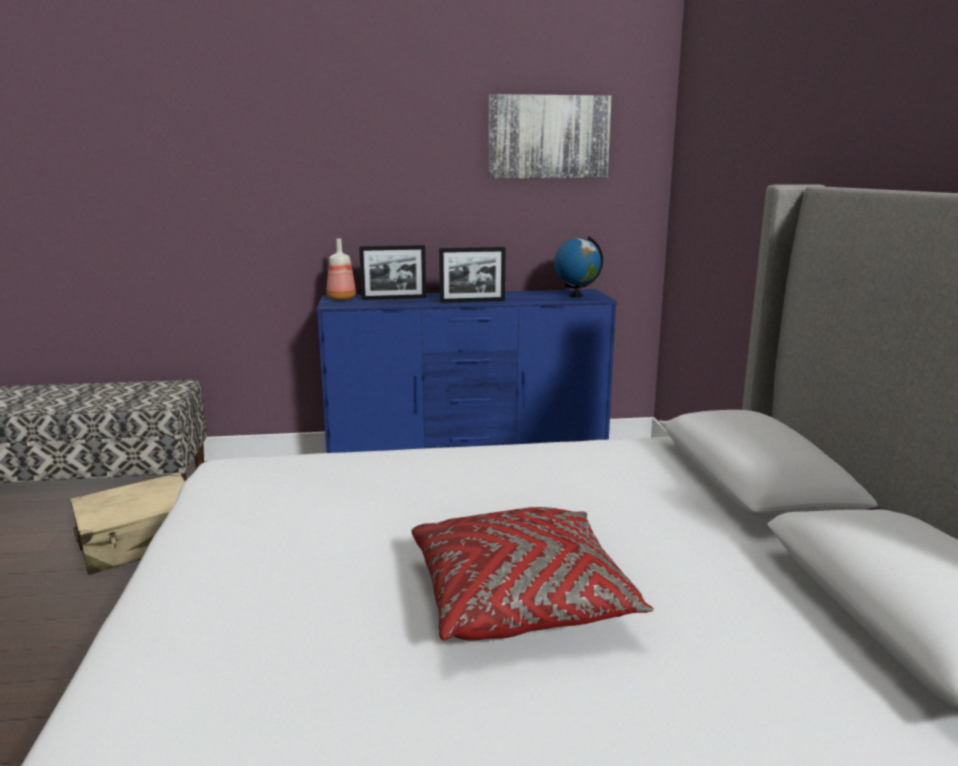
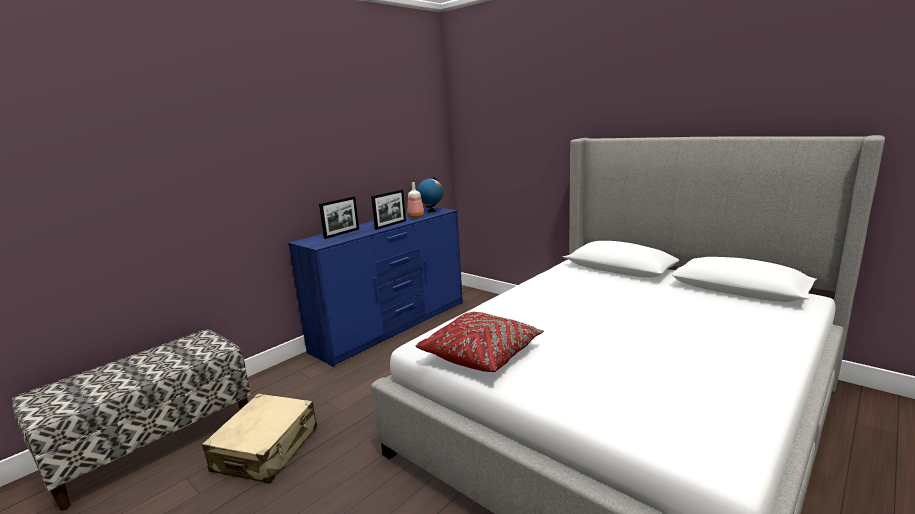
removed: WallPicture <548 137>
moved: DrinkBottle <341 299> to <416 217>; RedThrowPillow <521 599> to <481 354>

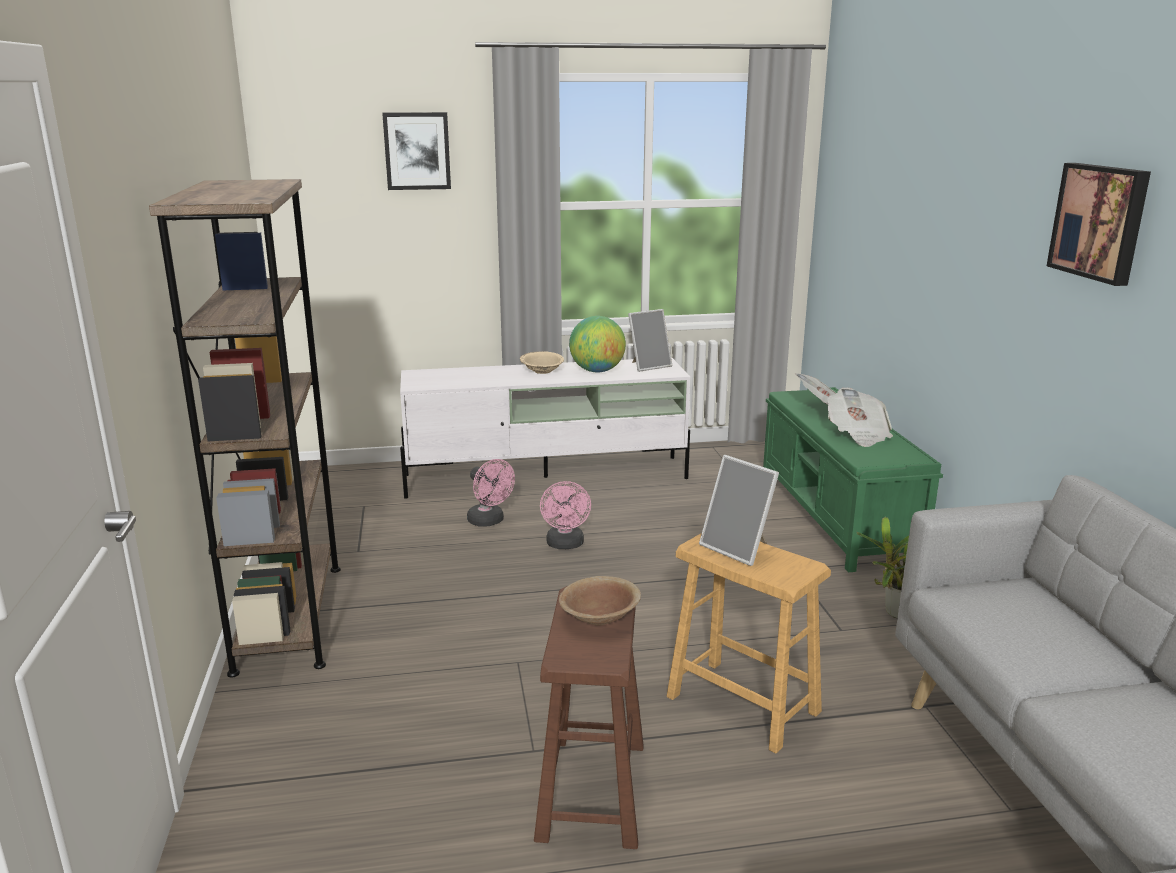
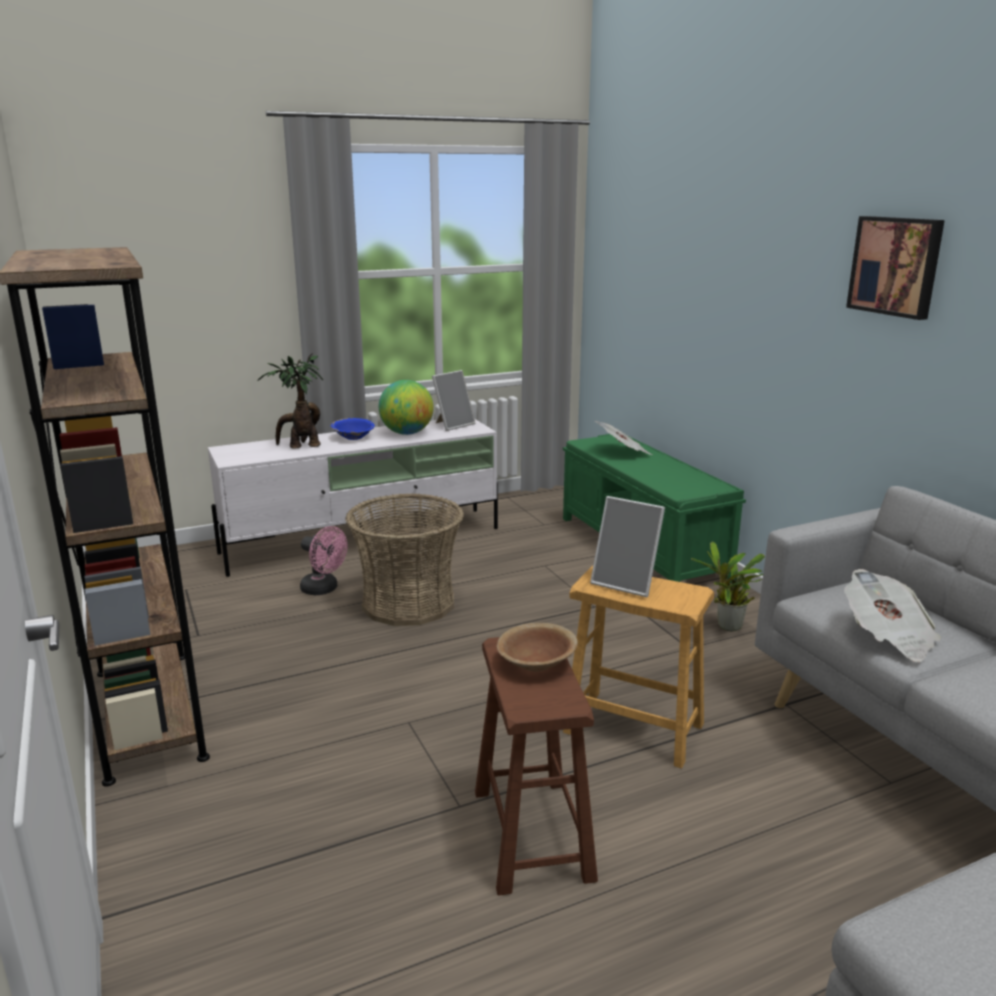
removed: WallPicture <417 151>
added: PottedPlant <300 446>
moved: Newspaper <857 434> to <888 637>
replaced: PinkFan <565 545> to HouseholdBasket <408 603>
recoloured: BeigeColouredDeepDish <542 371> to BluishDeepDish <353 437>

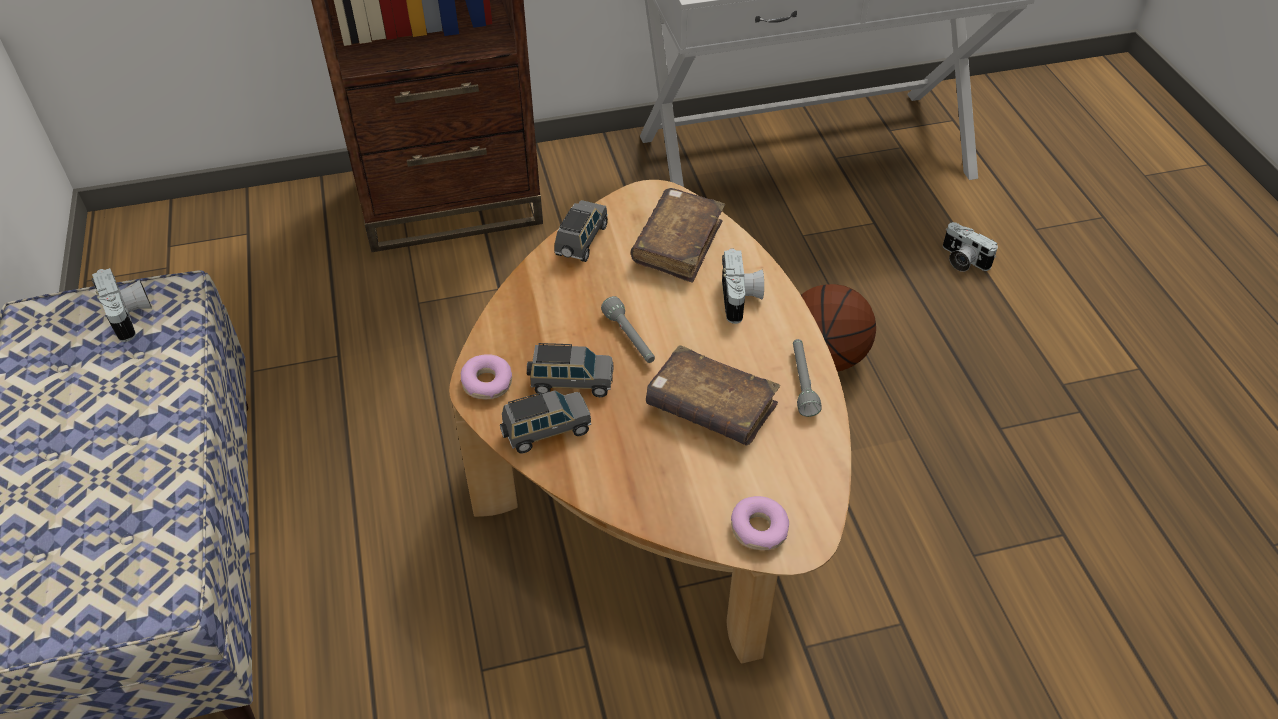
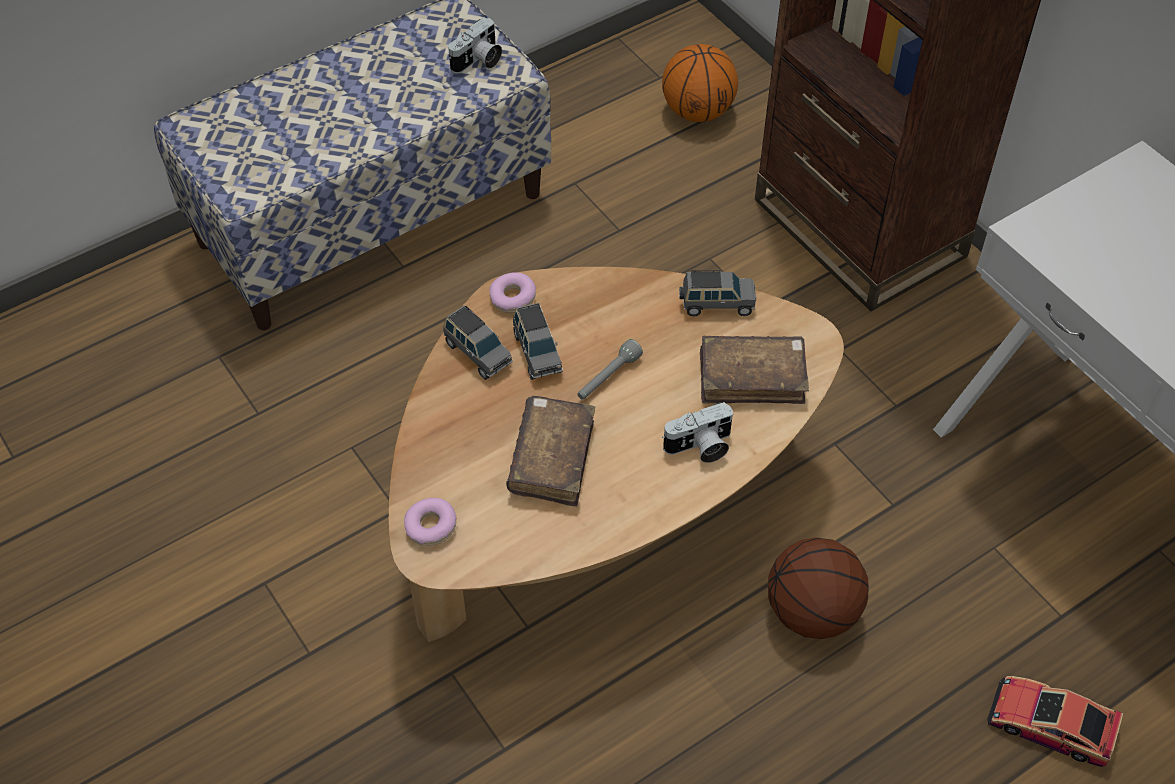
removed: GreyishTorch <802 382>
added: BasketballBall <697 112>
replaced: StillCamera <962 260> to ToyCar <1050 724>

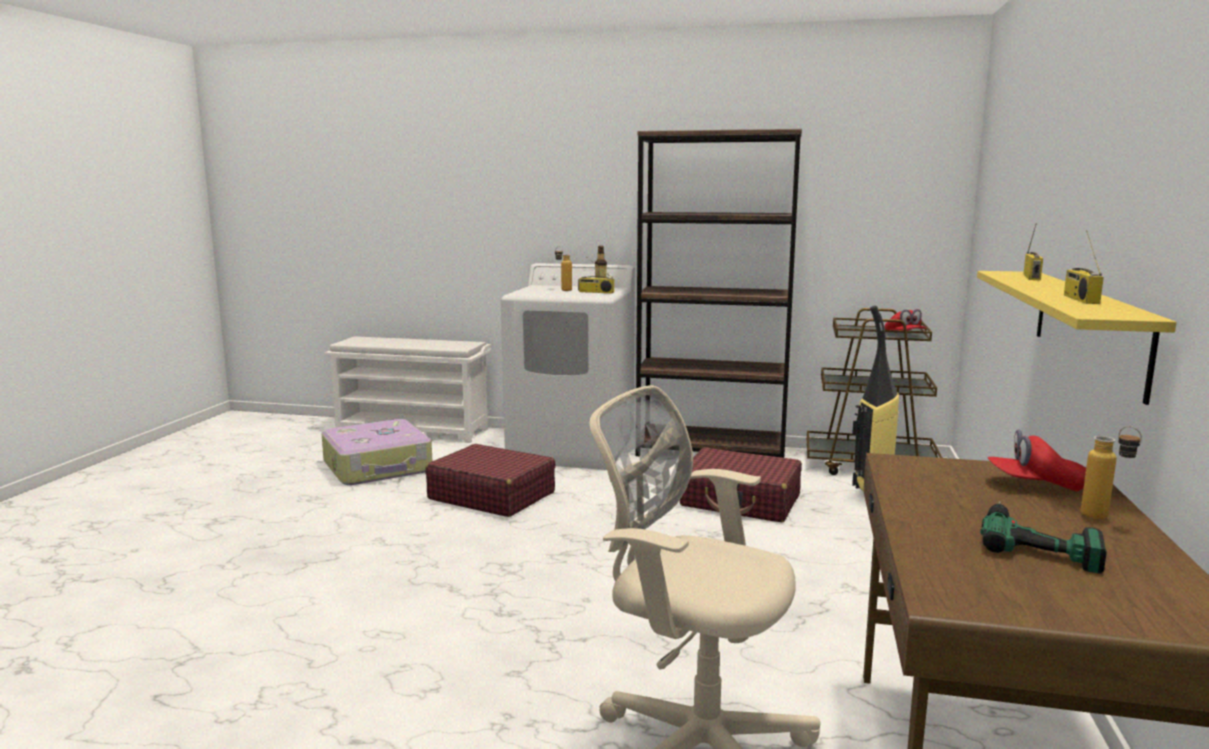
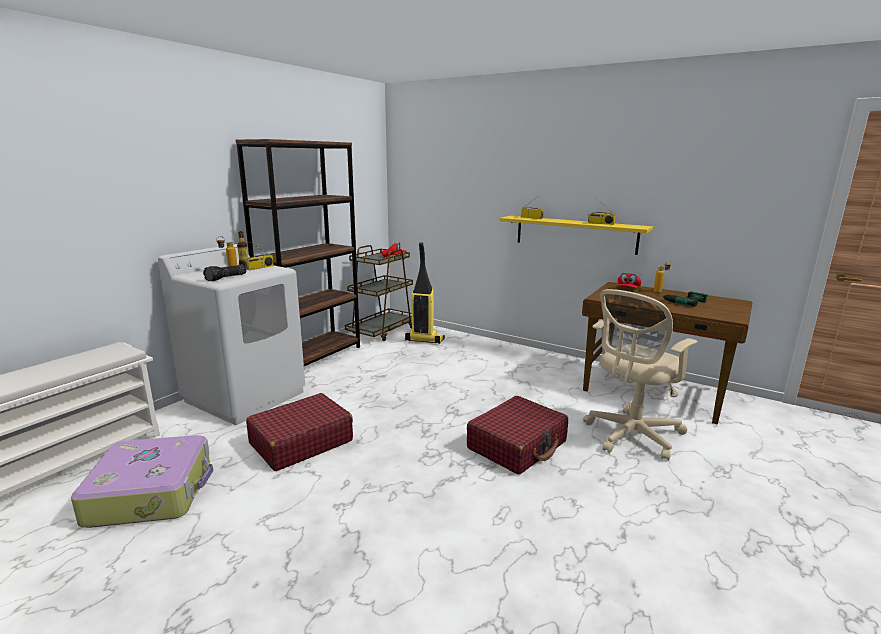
added: Torch <226 278>
moved: RedTravelCase <740 501> to <517 445>

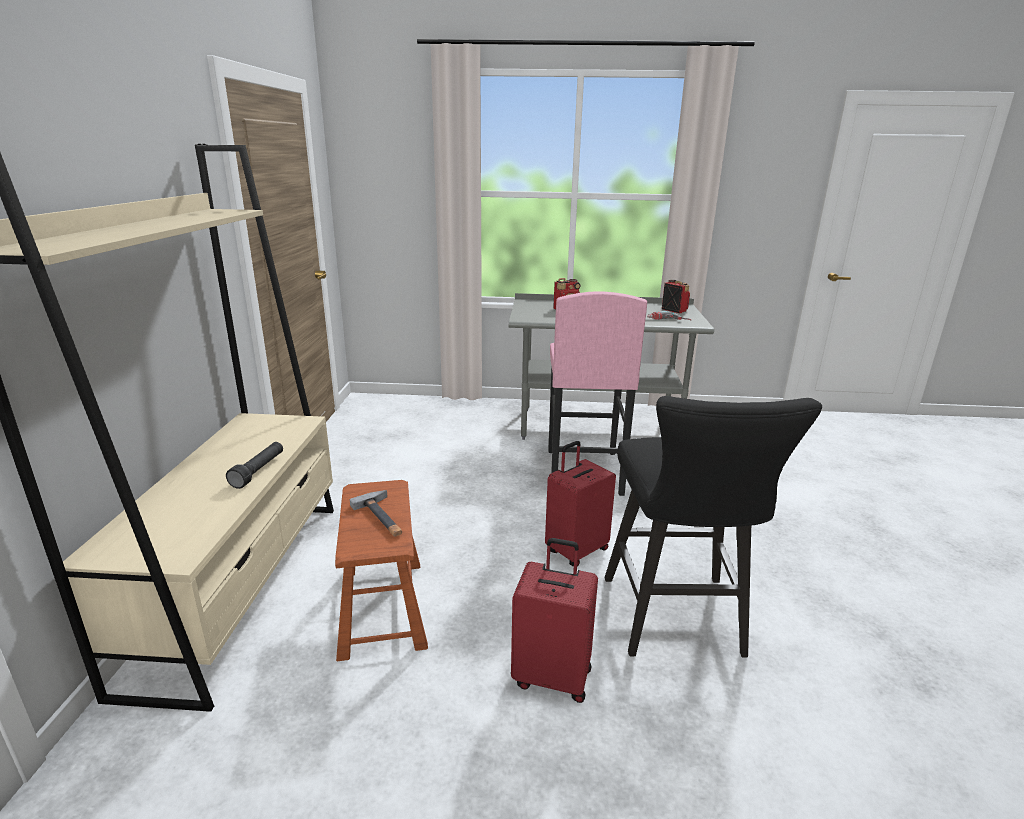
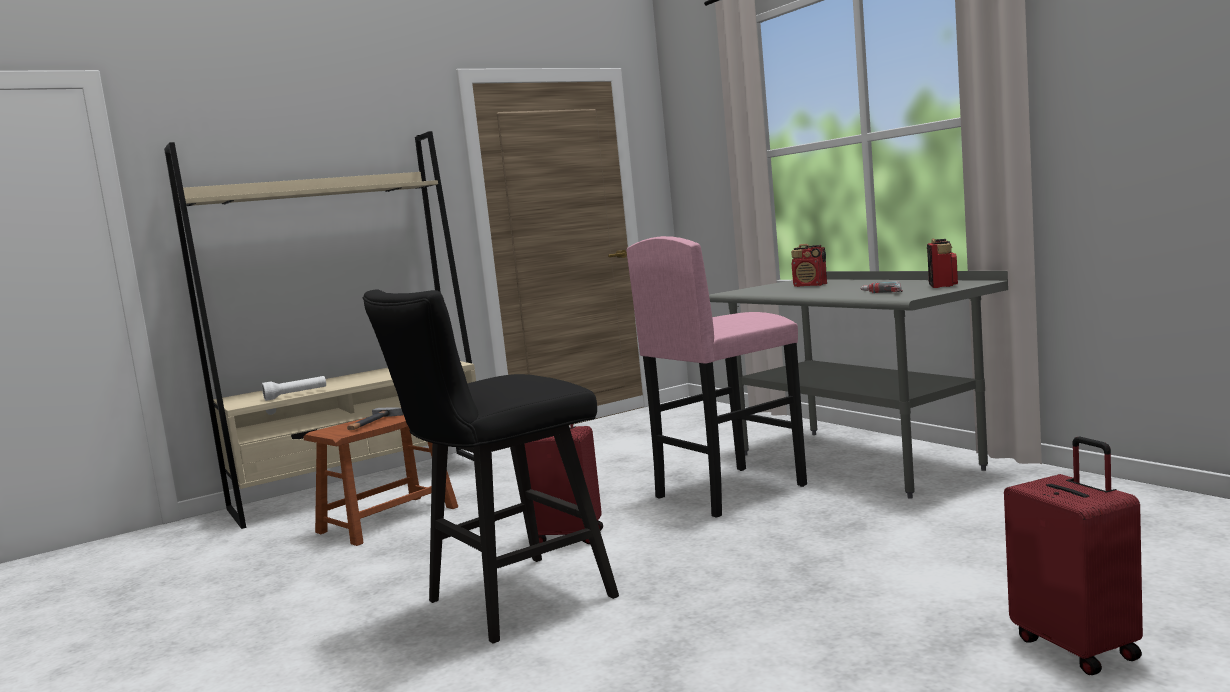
removed: BlackishTorch <259 471>
added: WhiteTorch <296 395>
moved: RedTravelCase <553 676> to <1078 647>

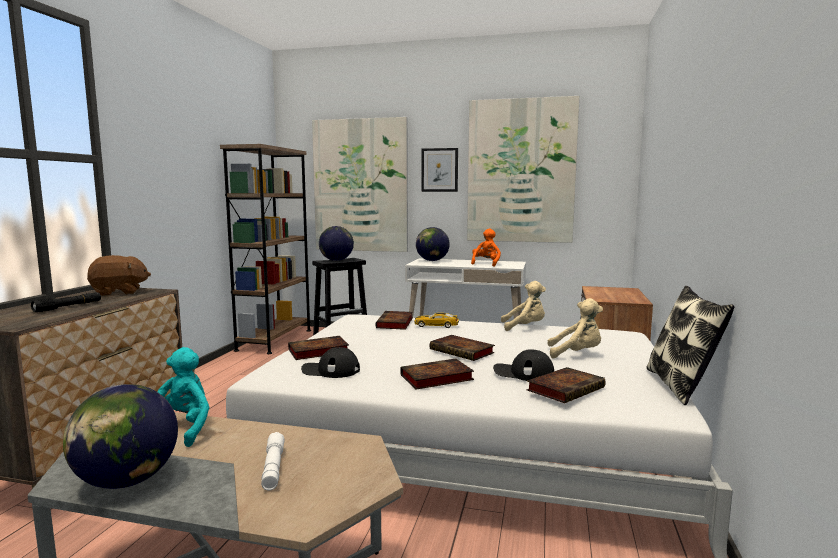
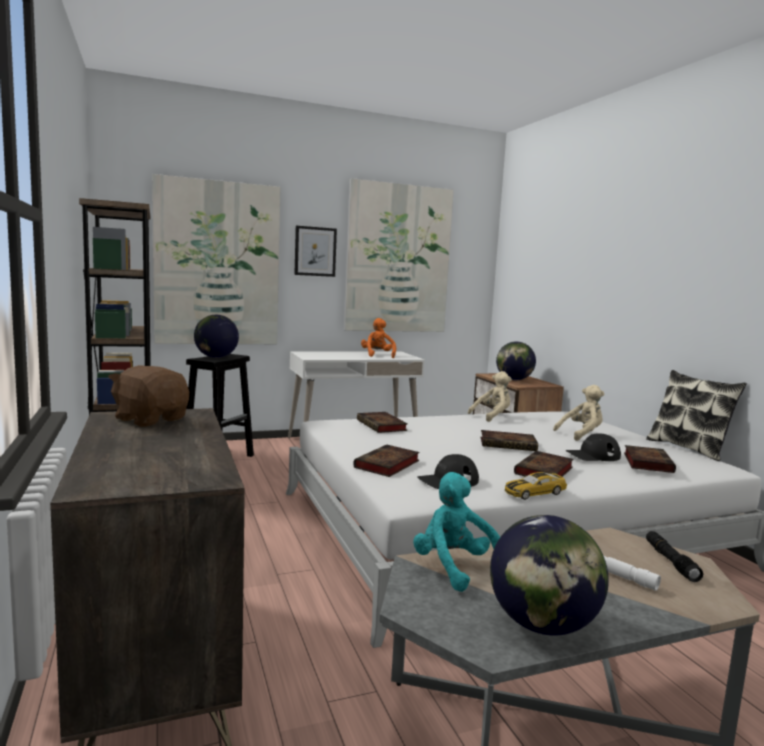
moved: DeskGlobe <432 261> to <514 380>; ToyCar <436 325> to <534 493>; BlackishTorch <68 307> to <670 561>
turned: BrownishCuddlyToy <119 292> = <151 419> 90 degrees counterclockwise

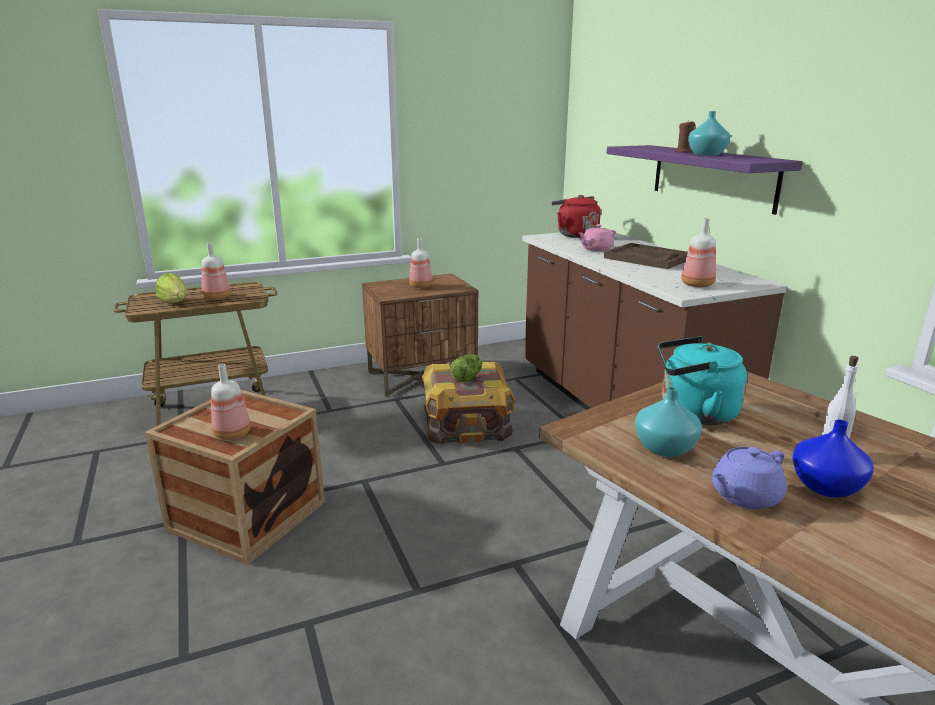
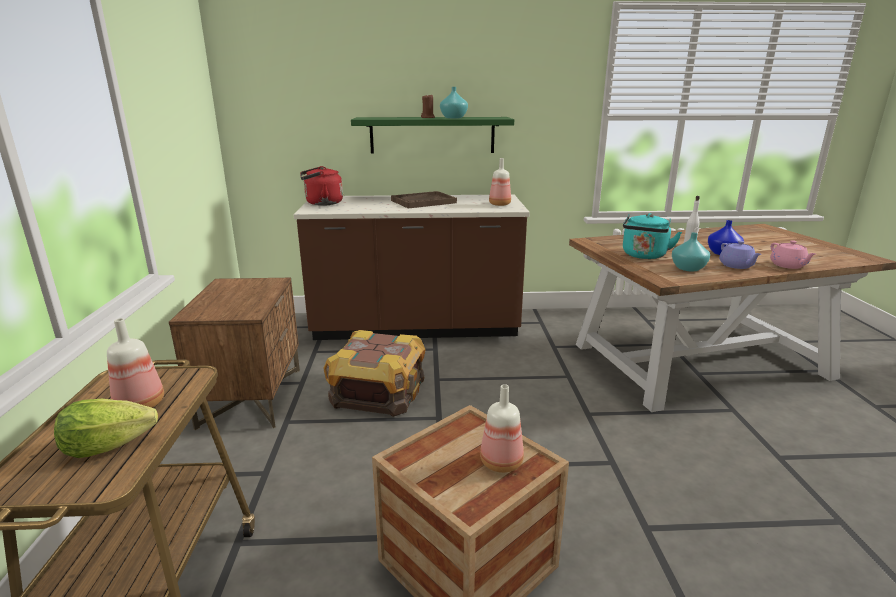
removed: DrinkBottle <421 286>; Lettuce <467 377>
moved: PinkPotForTea <596 249> to <788 266>
recoloured: PurpleWallShelf <712 176> to GreenWallShelf <432 135>

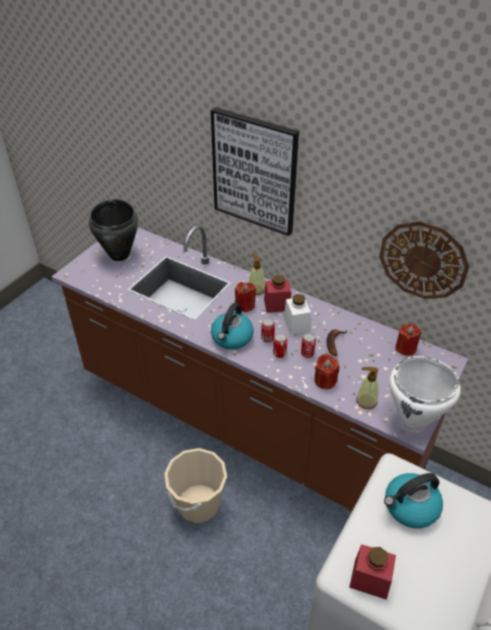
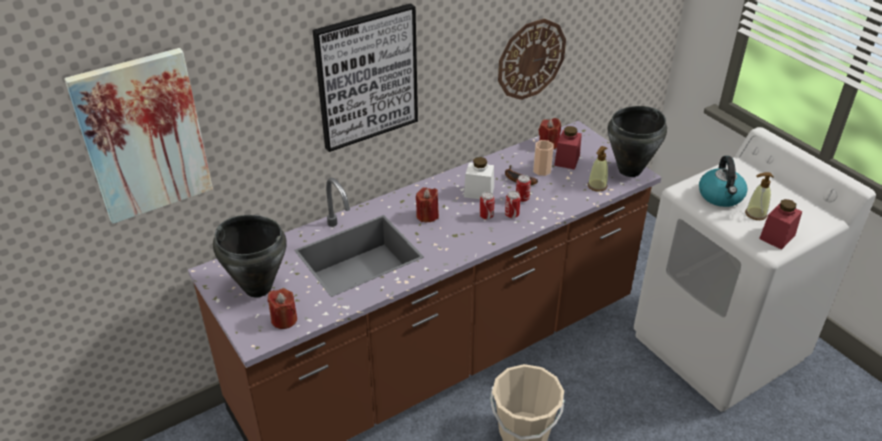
removed: Kettle <232 338>
added: WallPicture <143 136>; DrinkingCup <542 170>
moved: RedWaxCandle <325 381> to <284 319>; RedJar <277 305> to <567 160>; SoapBottle <256 289> to <755 214>
recoloured: WhiteStockpot <413 421> to BlackishStockpot <630 170>

